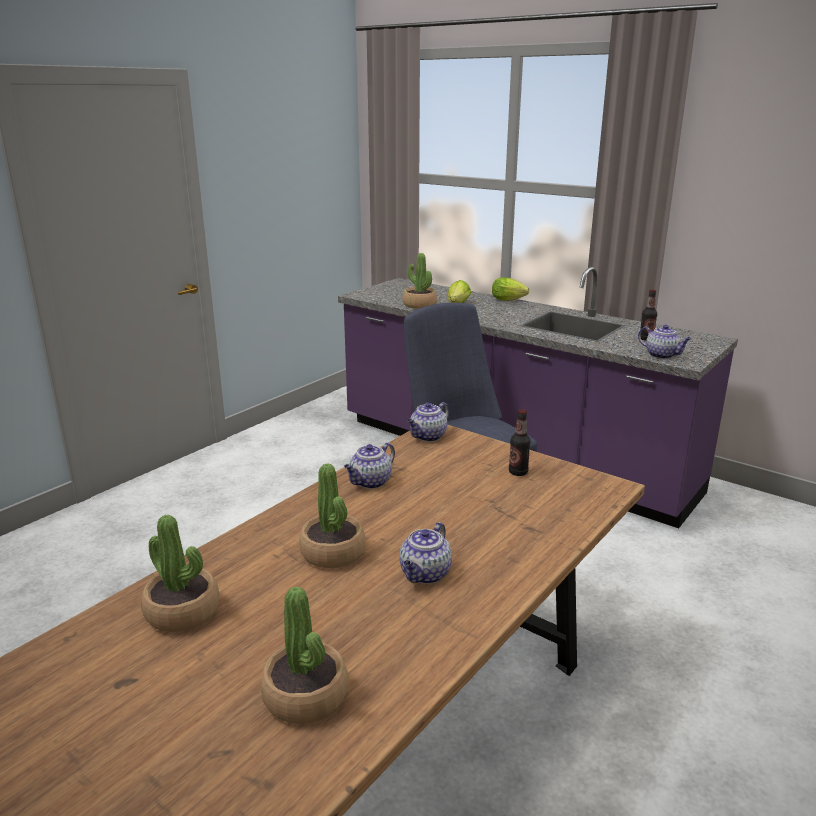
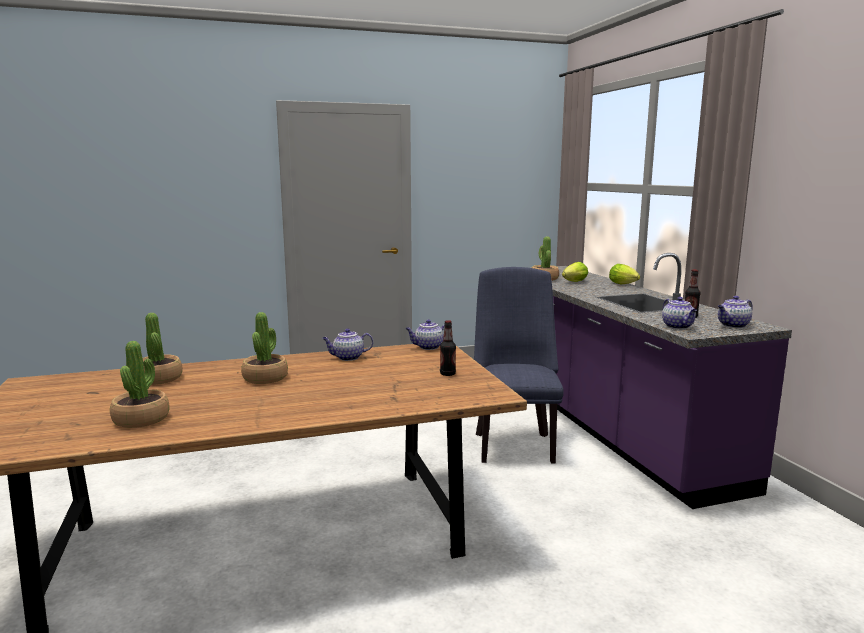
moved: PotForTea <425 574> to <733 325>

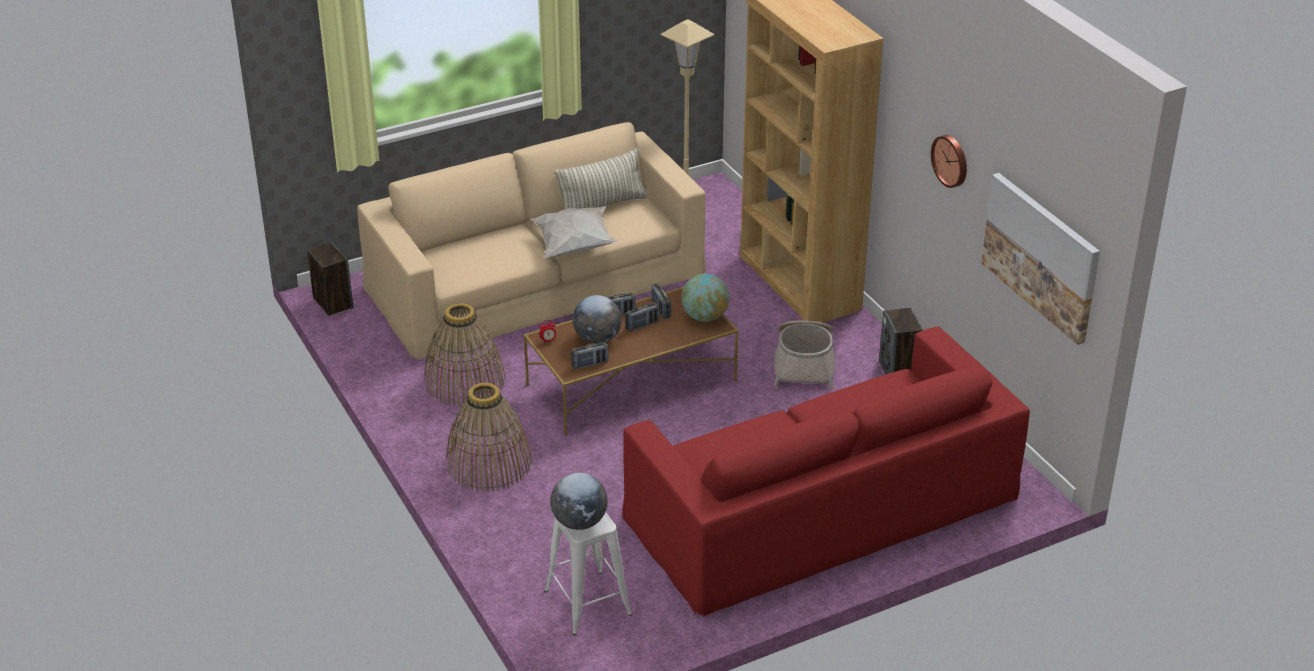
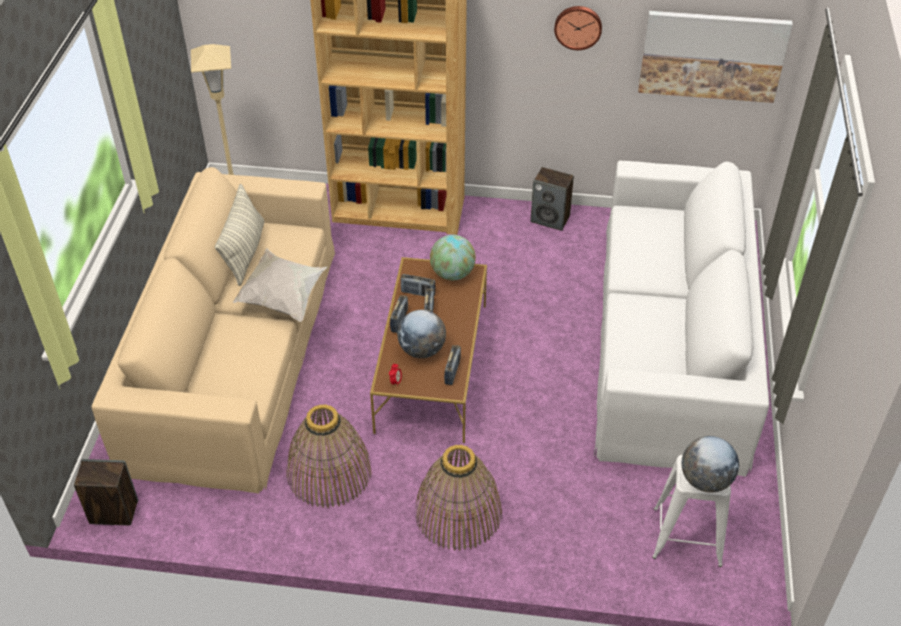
removed: HouseholdBasket <804 364>
recoloured: RedSettee <822 506> to WhiteSettee <671 340>

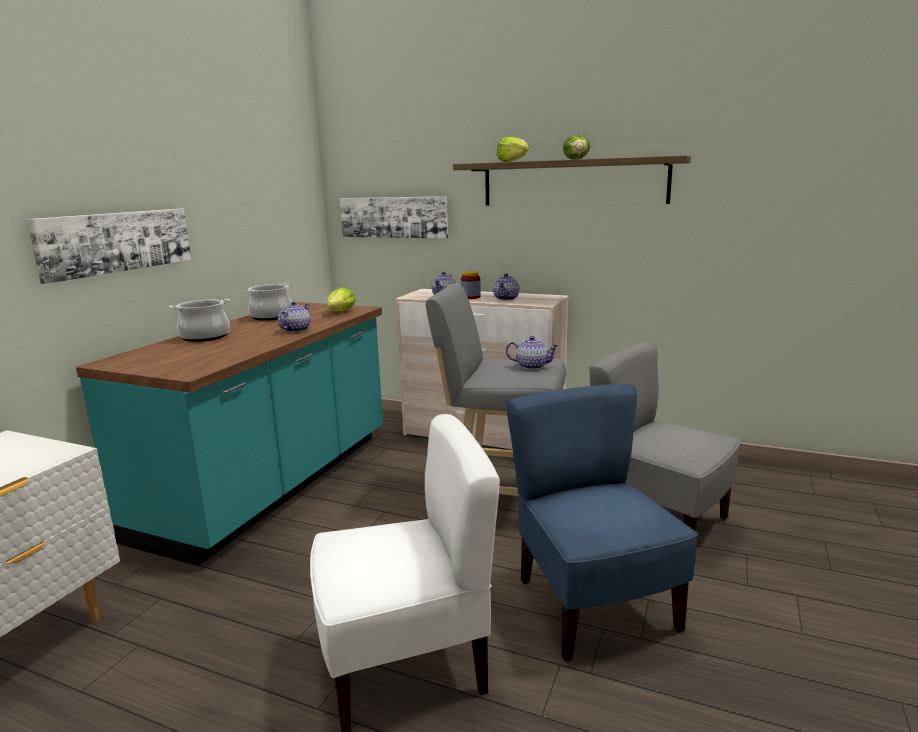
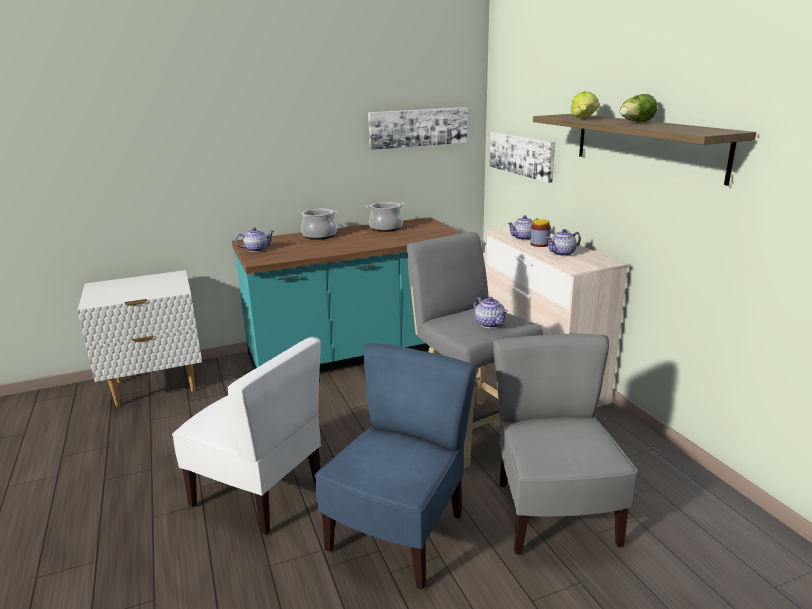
removed: Lettuce <341 312>
moved: PotForTea <295 330> to <256 249>; WallPicture <116 242> to <418 127>

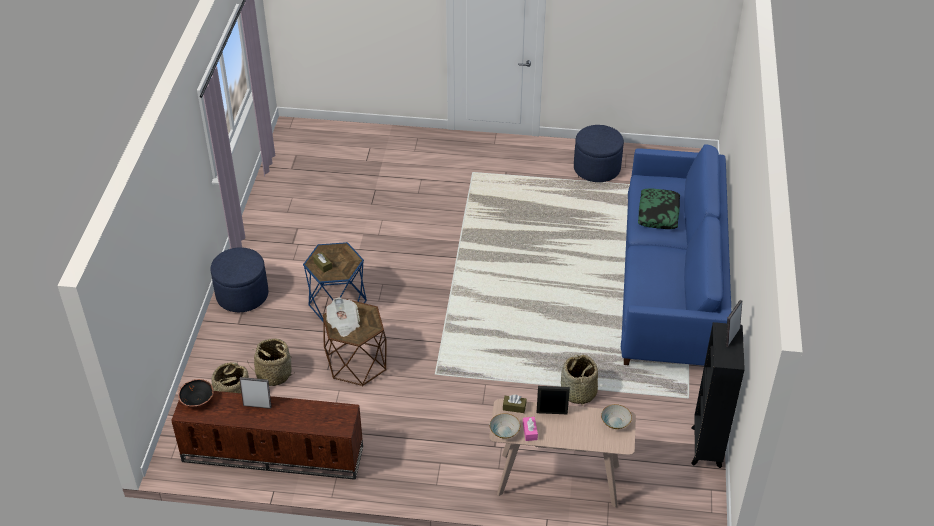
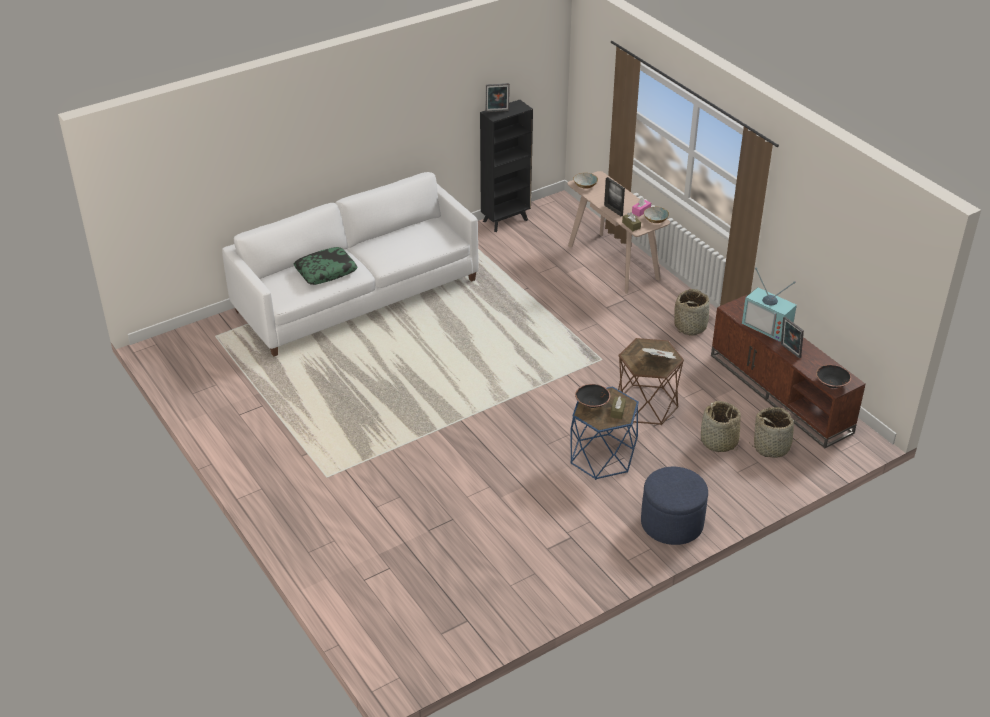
removed: BluishOttoman <597 168>
added: BlackishDeepDish <592 403>; TvSet <768 326>
moved: HouseholdBasket <578 392> to <690 326>
recoloured: BluishSettee <670 284> to WhiteSettee <357 295>

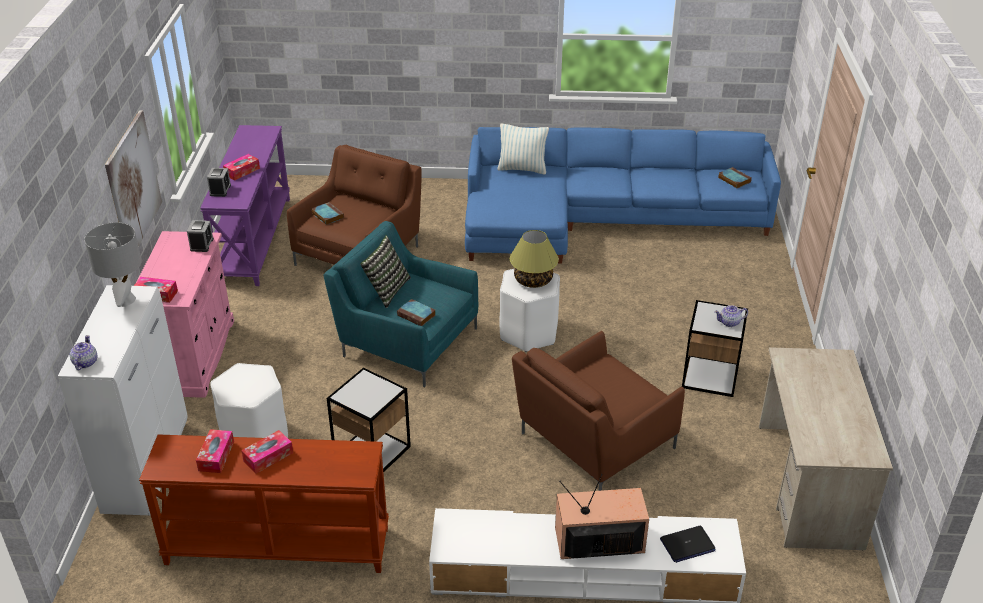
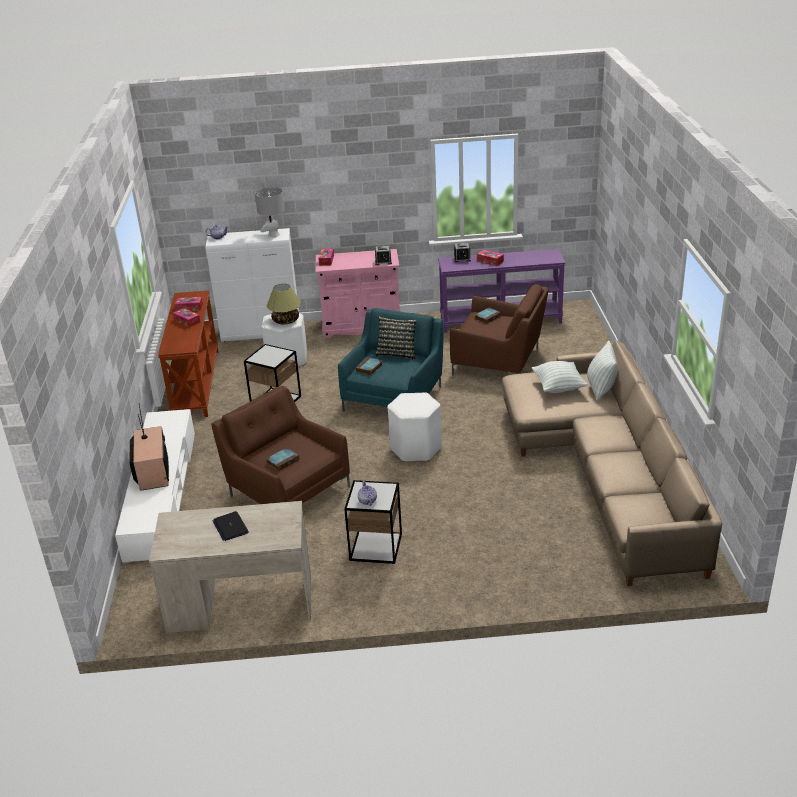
removed: WallPicture <133 184>
added: ThrowPillow <558 387>
moved: NotebookComputer <687 545> to <230 527>; Volume <733 179> to <283 461>; TableLamp <533 280> to <285 321>
recoloured: BluishSettee <600 219> to BeigeColouredSettee <606 472>

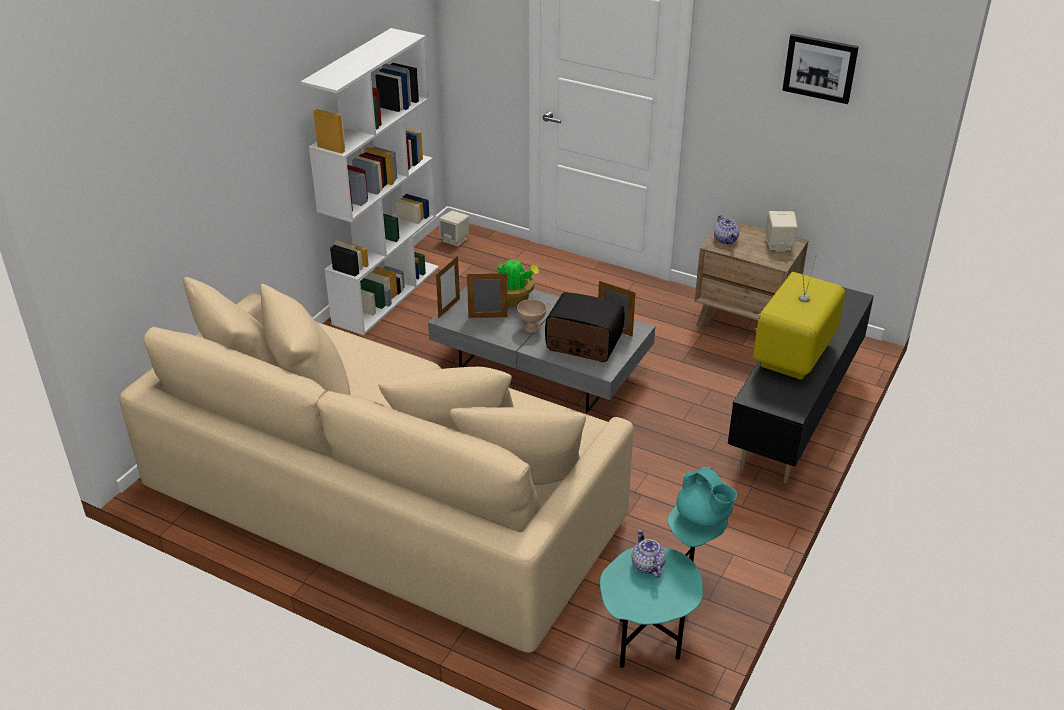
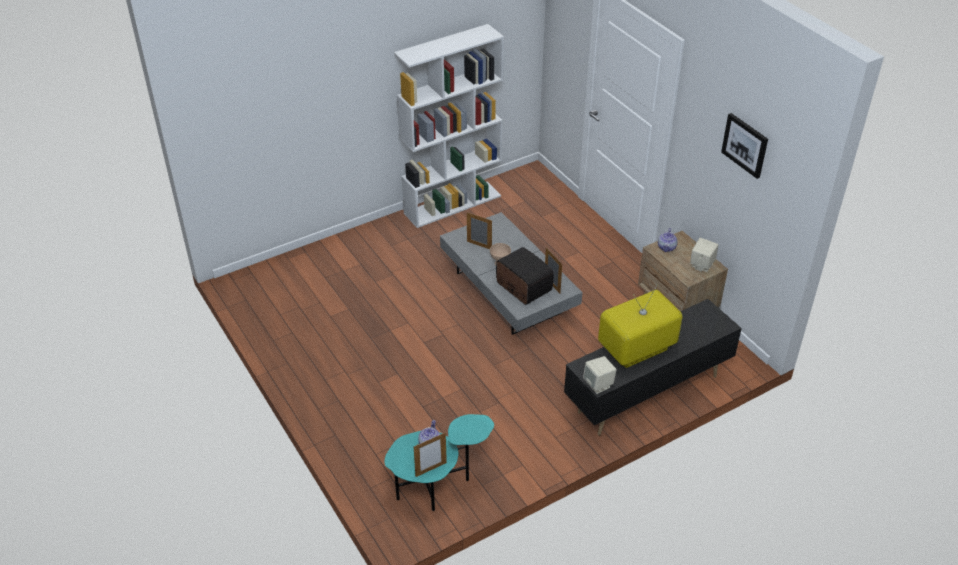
removed: BeigeColouredSettee <388 496>; PottedPlant <514 300>; BlueGreenPotForTea <704 517>
moved: PhotoFrame <449 308> to <431 469>; BeigeColouredLoudspeaker <455 240> to <598 384>

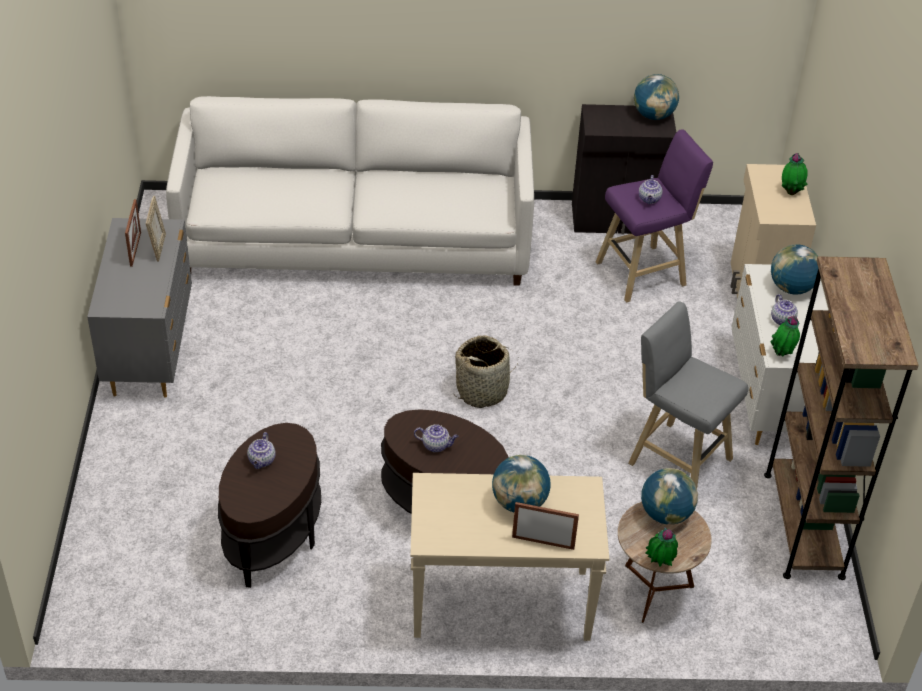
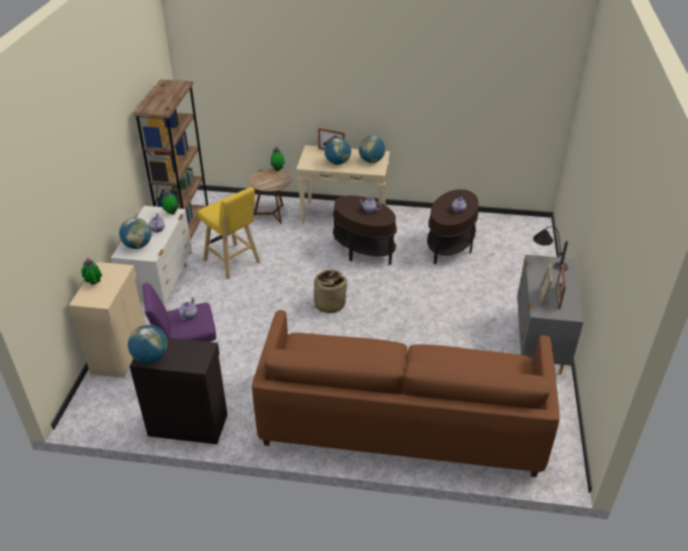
added: TableLamp <547 262>
moved: DeskGlobe <666 514> to <371 161>
recoloured: GreyishStoolSeat <676 459> to YellowColouredStoolSeat <233 263>; WhiteSettee <356 240> to BrownishSettee <401 420>

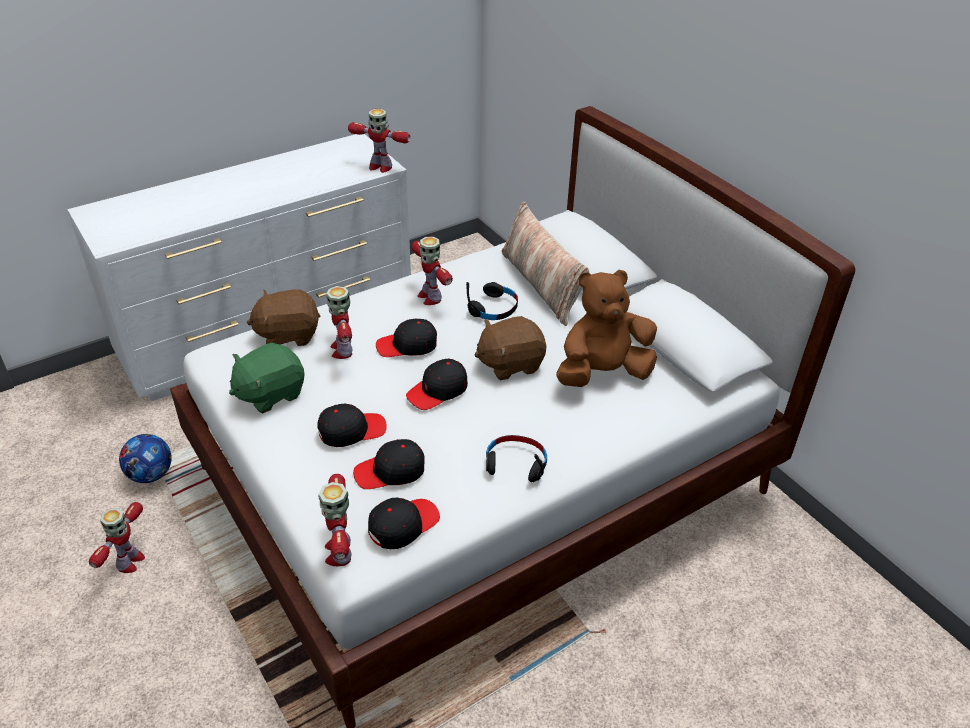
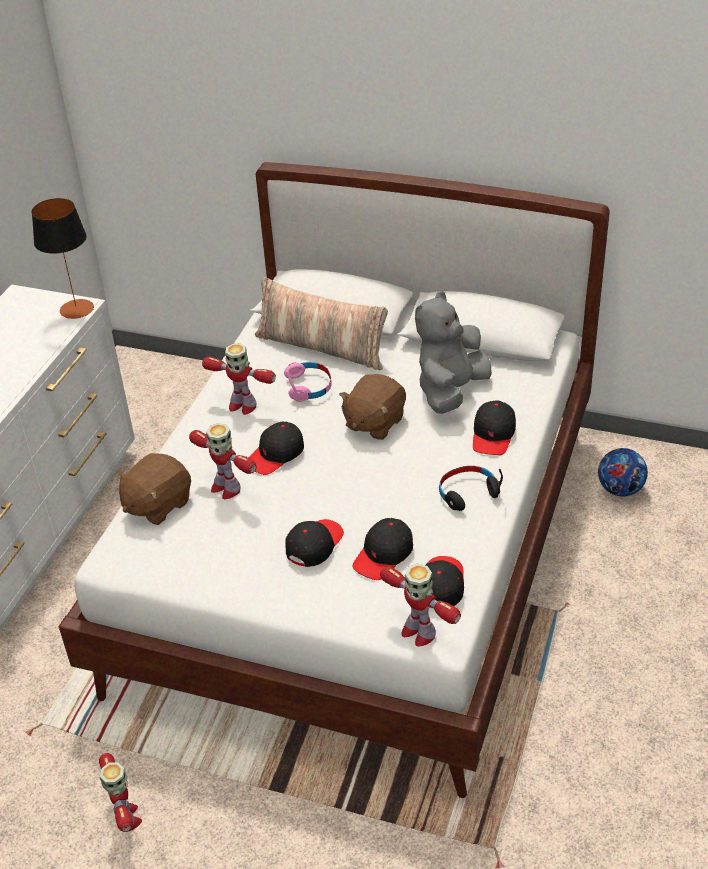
removed: GreenCuddlyToy <270 393>
moved: BlackishPeakedCap <438 391> to <493 435>; BallForFootball <151 475> to <620 489>
replaced: RobotFigure <380 167> to TableLamp <76 309>
recoloured: BlackishPairOfHeadphones <494 309> to PinkPairOfHeadphones <308 387>; BrownishCuddlyToy <602 373> to GreyishCuddlyToy <451 391>

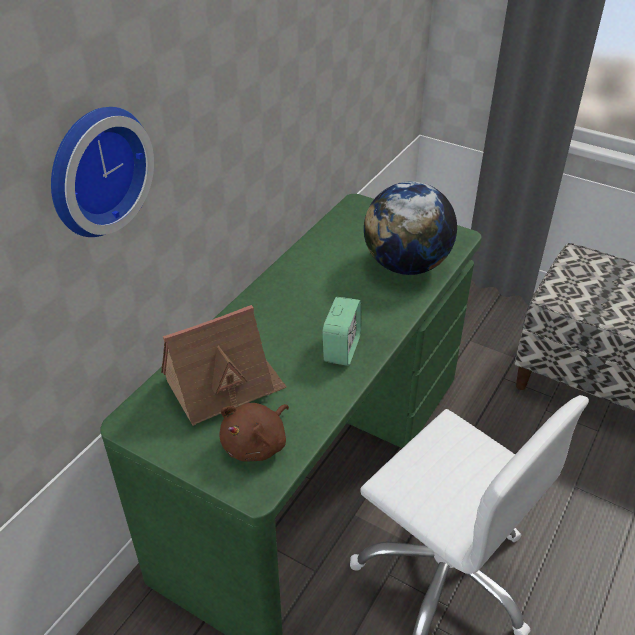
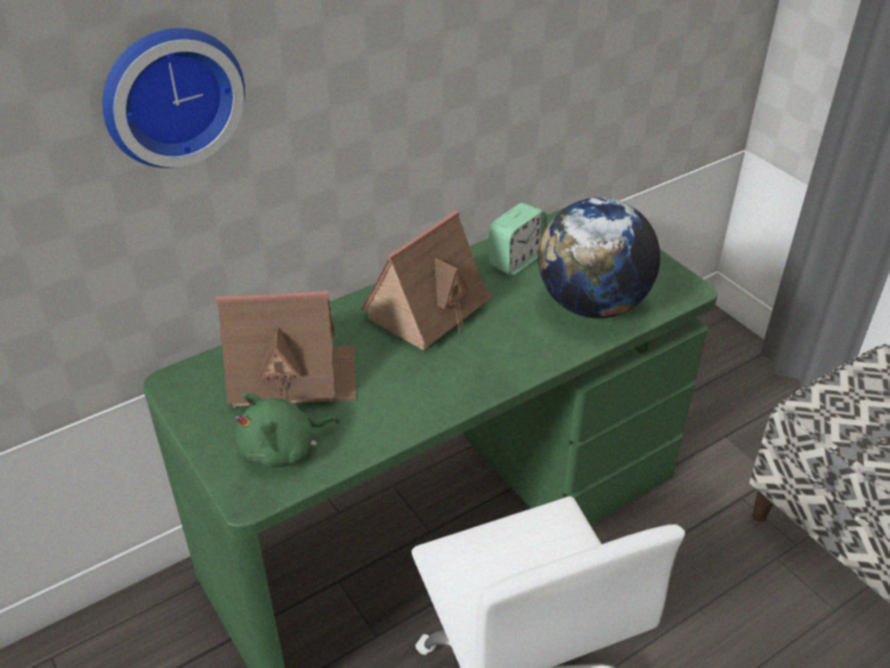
added: MiniatureHouse <430 309>
moved: AlarmClock <341 349> to <516 260>
recoloured: BrownishCuddlyToy <257 444> to GreenCuddlyToy <283 449>

